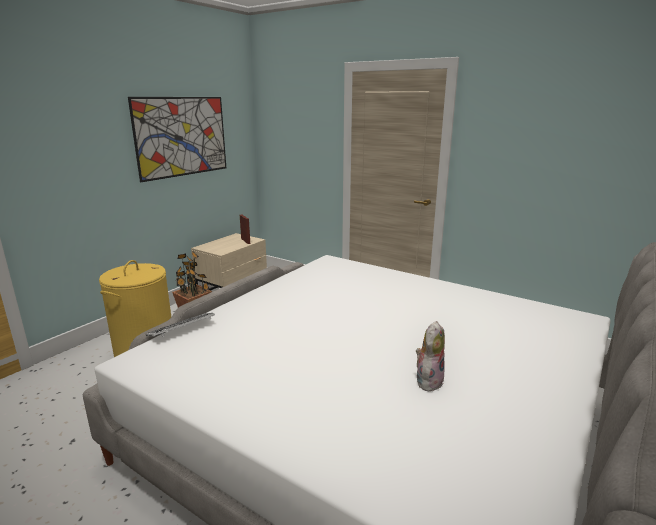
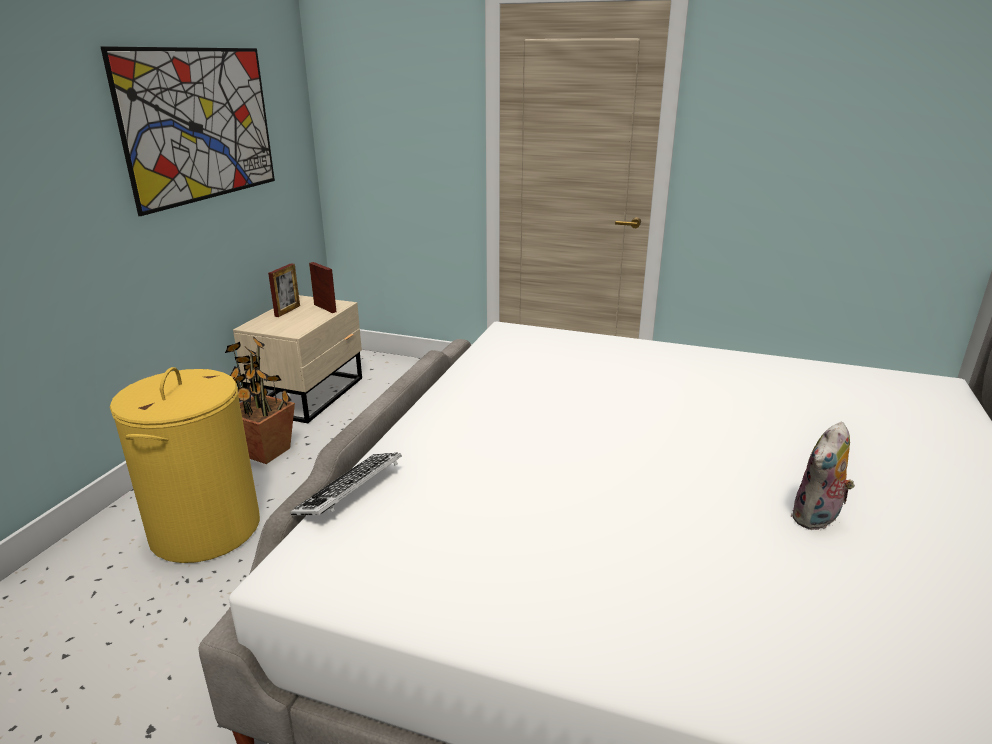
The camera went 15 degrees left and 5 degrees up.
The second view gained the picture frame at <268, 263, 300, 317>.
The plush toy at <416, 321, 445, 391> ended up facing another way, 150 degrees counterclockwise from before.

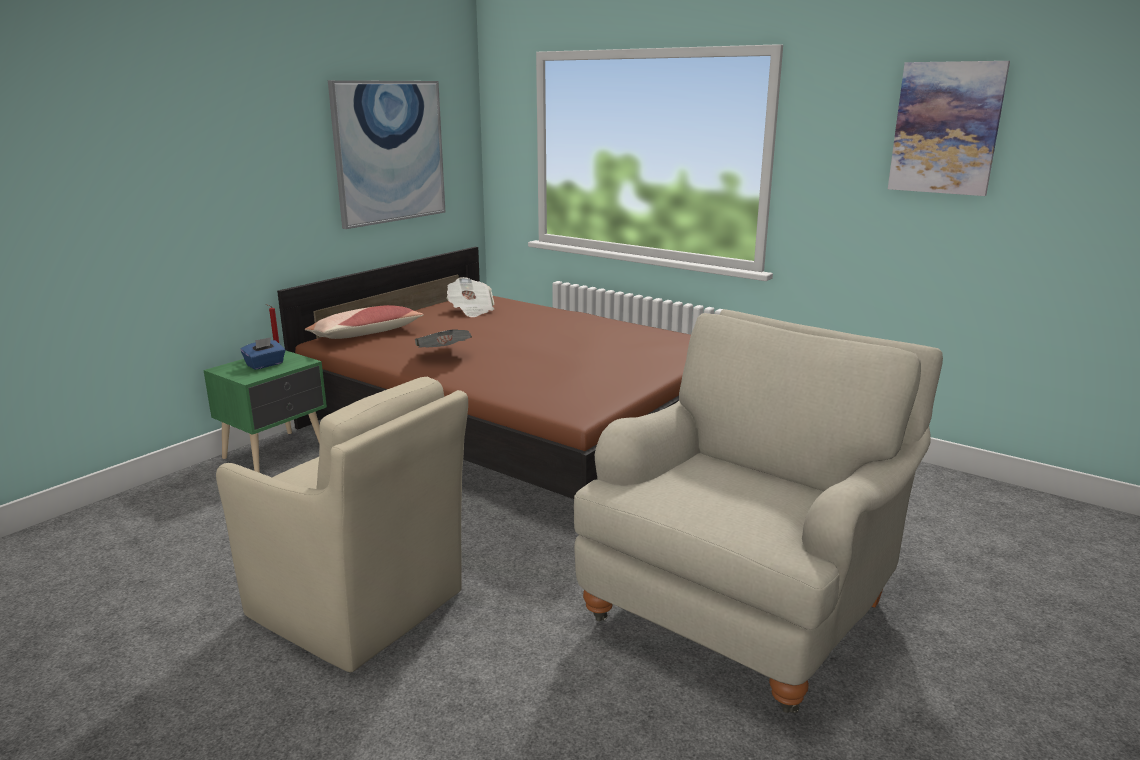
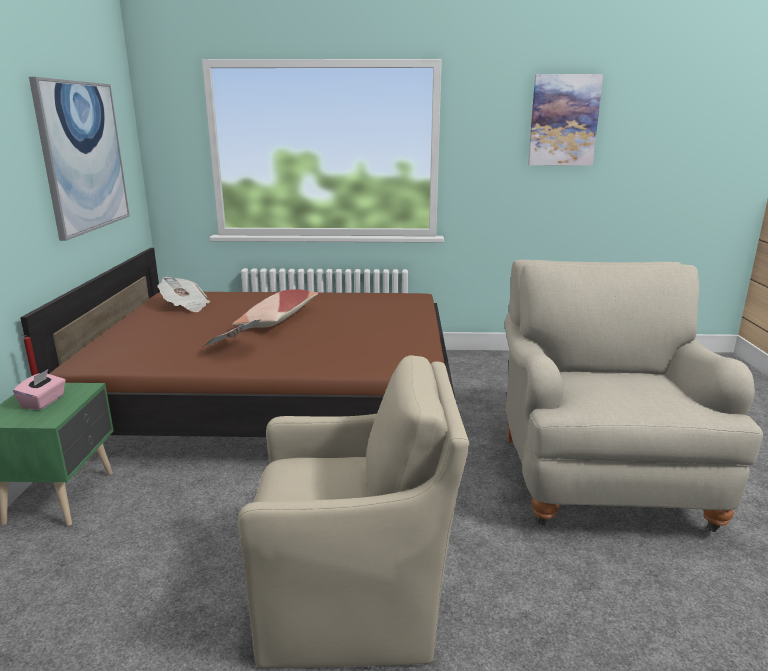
The camera went 35 degrees left and 0 degrees up.
What was the blue tissue box at <241, 337, 285, 370> turned into the pink tissue box at <13, 369, 66, 410>.
The pillow ended up elsewhere, having gone from <305, 305, 424, 339> to <233, 289, 318, 328>.

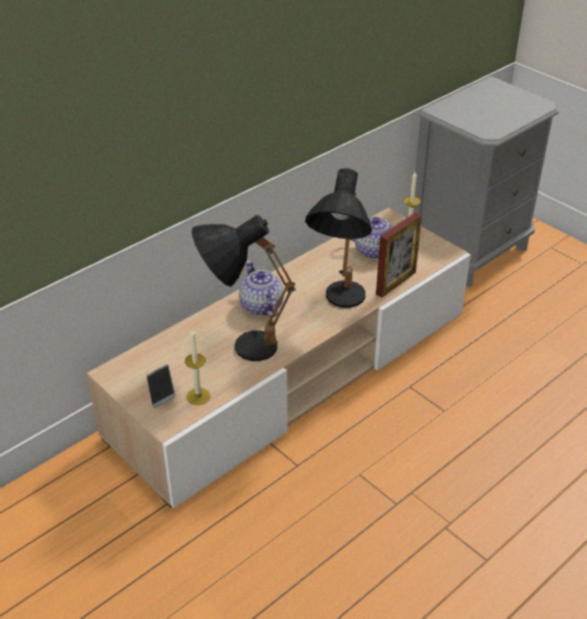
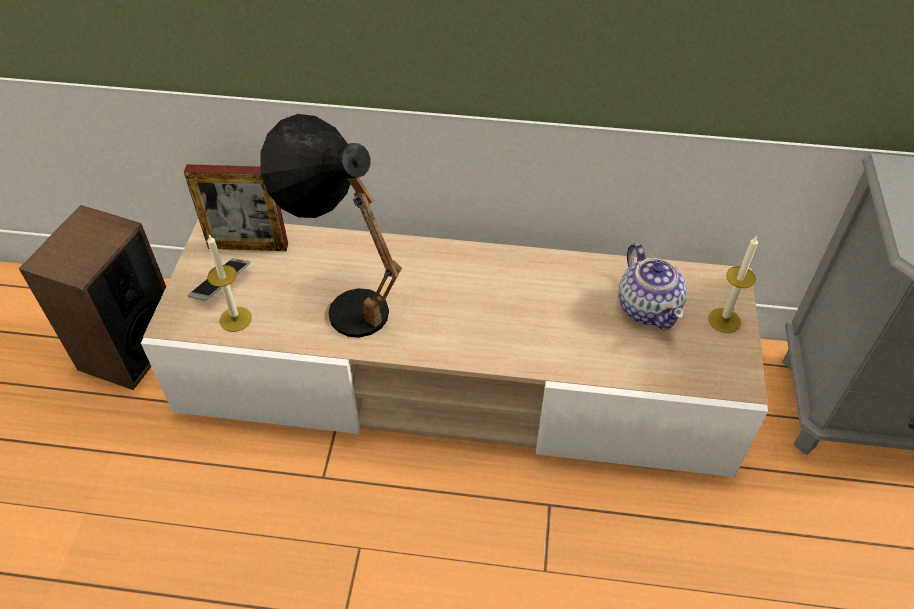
The camera went 50 degrees right and 10 degrees up.
The second view gained the speaker at <19, 205, 166, 390>.
The picture frame ended up elsewhere, having gone from <376, 212, 422, 298> to <184, 164, 288, 251>.
The second view lost the teapot at <239, 260, 284, 318>.
The second view lost the black table lamp at <305, 168, 372, 308>.

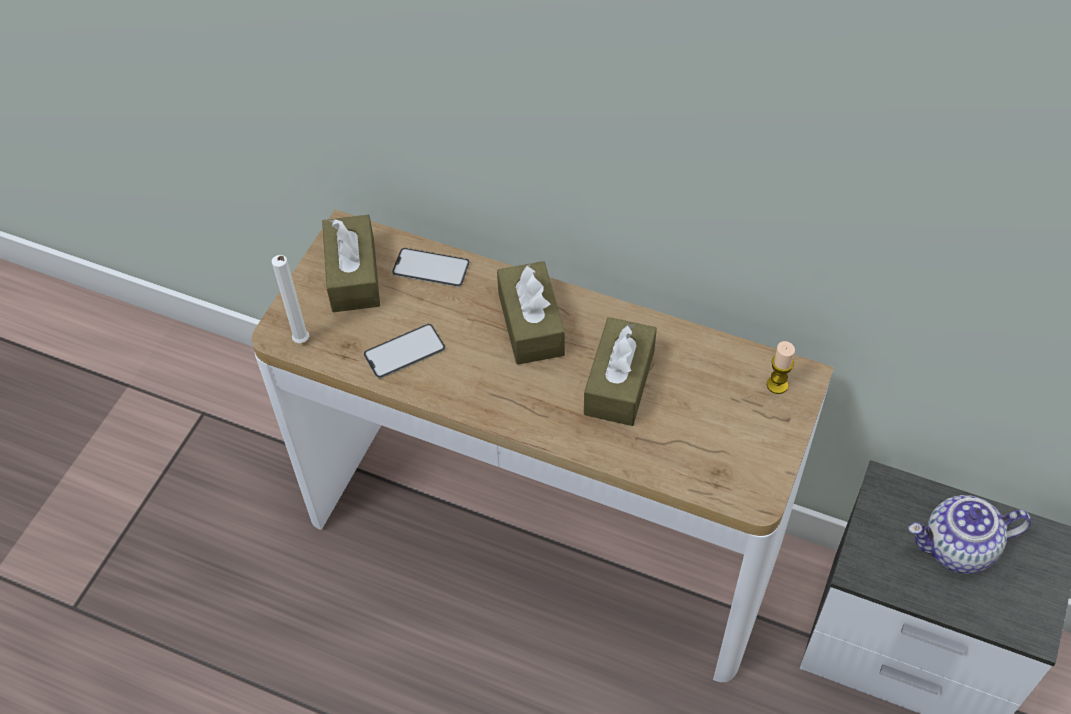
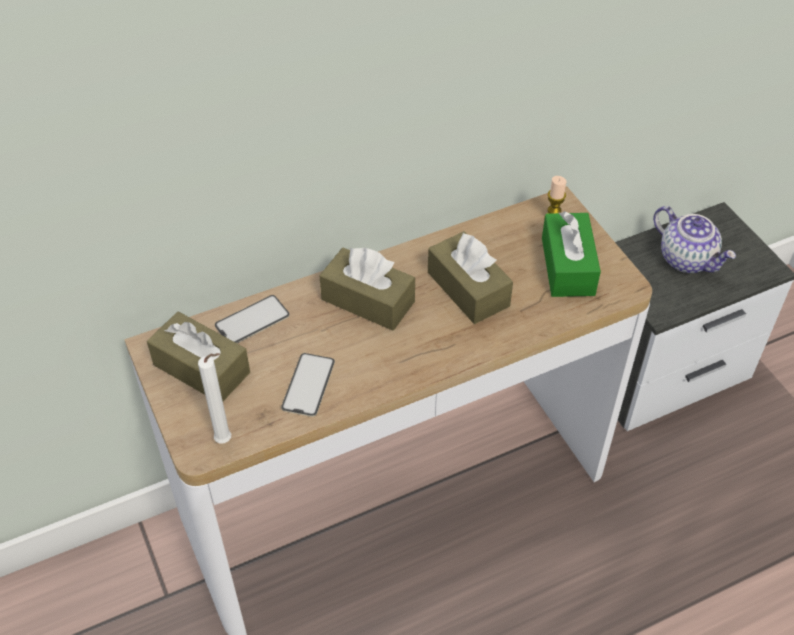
The camera went 50 degrees left and 5 degrees down.
The second view gained the green tissue box at <542, 211, 601, 297>.
The teapot at <908, 495, 1031, 574> ended up facing another way, 75 degrees counterclockwise from before.

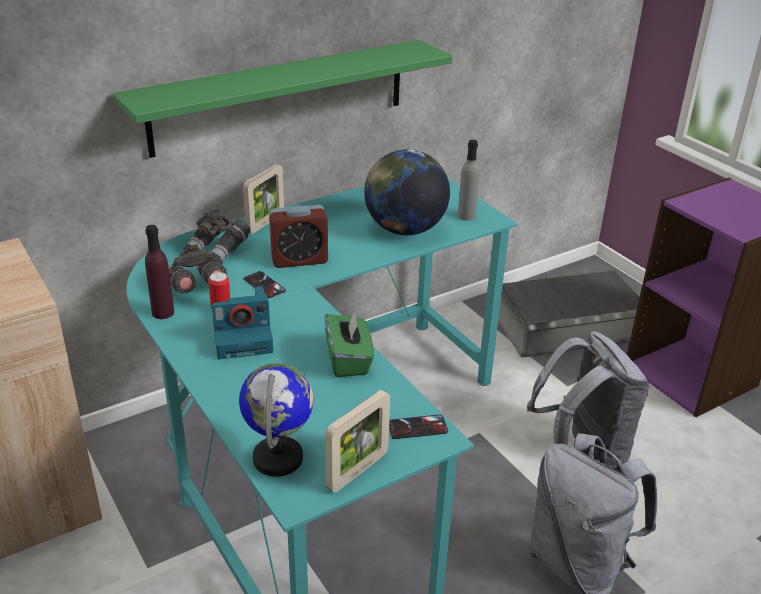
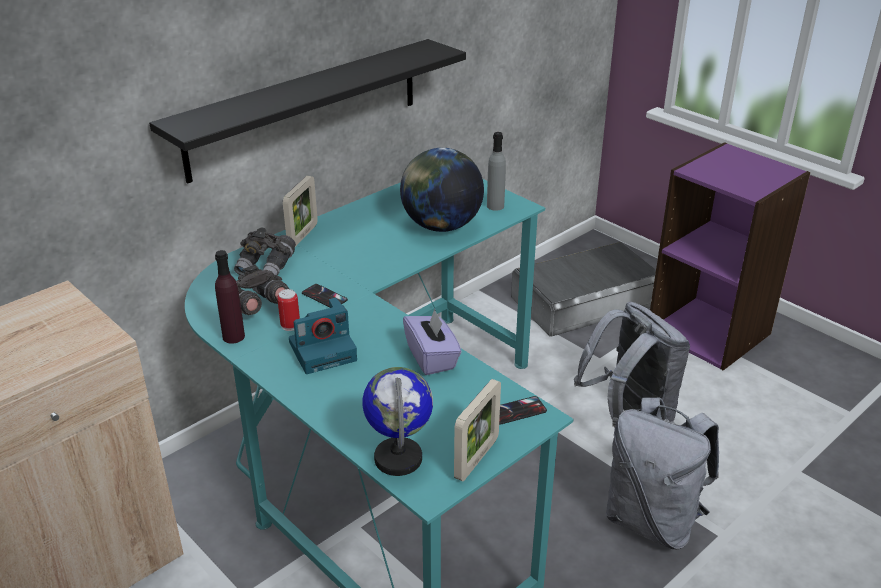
The camera went 10 degrees left and 0 degrees up.
What was the green shelf at <113, 40, 452, 158> turned into the black shelf at <149, 39, 466, 184>.
What was the green tissue box at <325, 309, 374, 377> turned into the purple tissue box at <403, 309, 461, 375>.
The second view lost the alarm clock at <269, 205, 328, 268>.

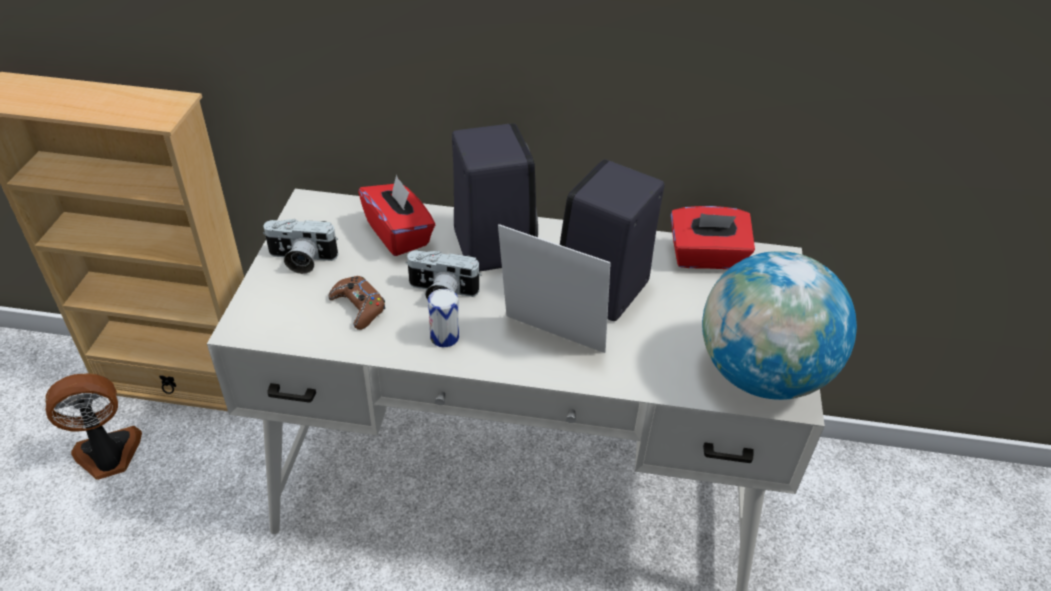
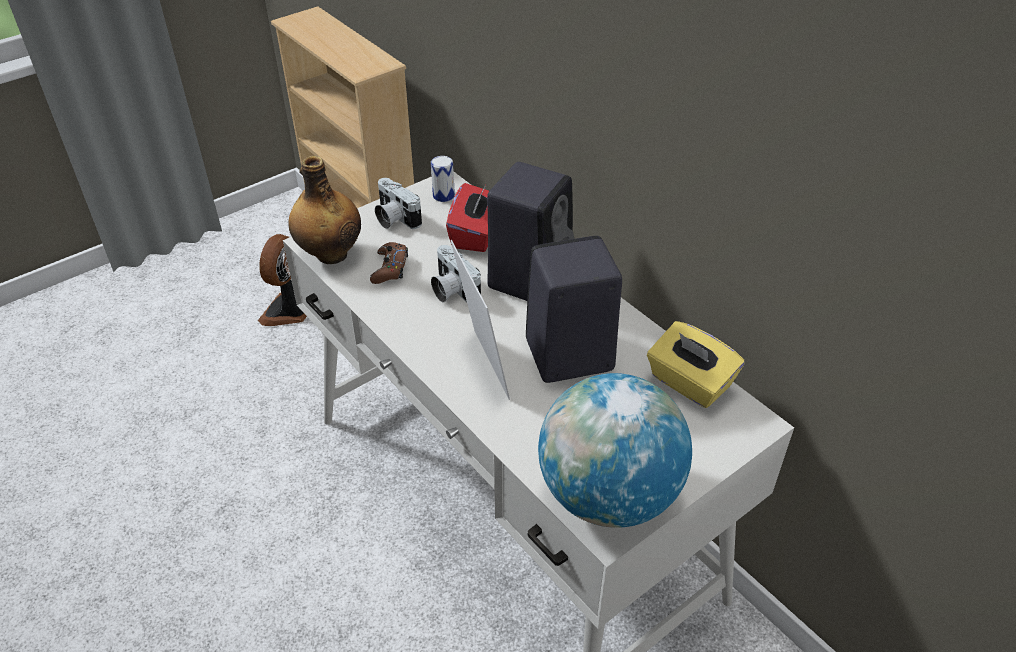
The camera went 45 degrees right and 0 degrees up.
The fan at <45, 373, 142, 480> ended up facing another way, 90 degrees counterclockwise from before.
The second view gained the bottle at <288, 156, 361, 264>.
The can ended up elsewhere, having gone from <428, 289, 459, 347> to <431, 156, 455, 202>.
What was the red tissue box at <671, 206, 755, 269> turned into the yellow tissue box at <647, 321, 745, 408>.

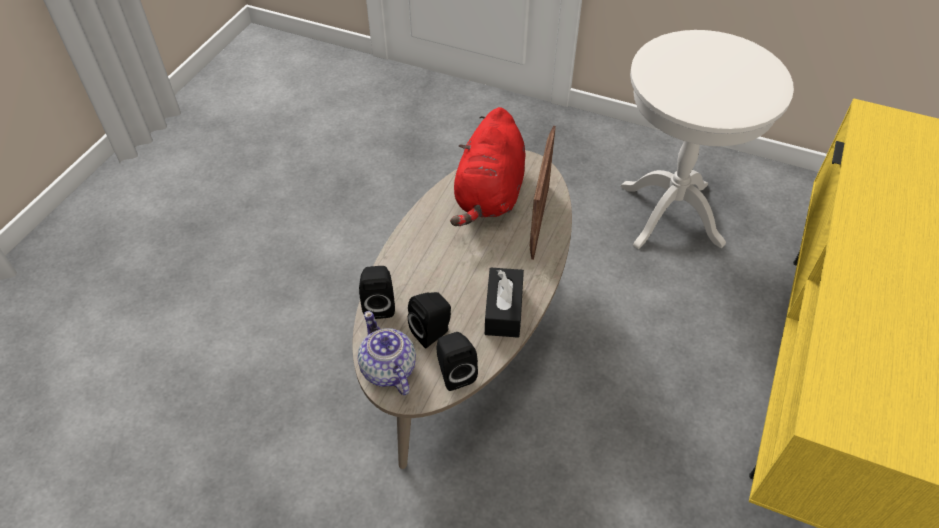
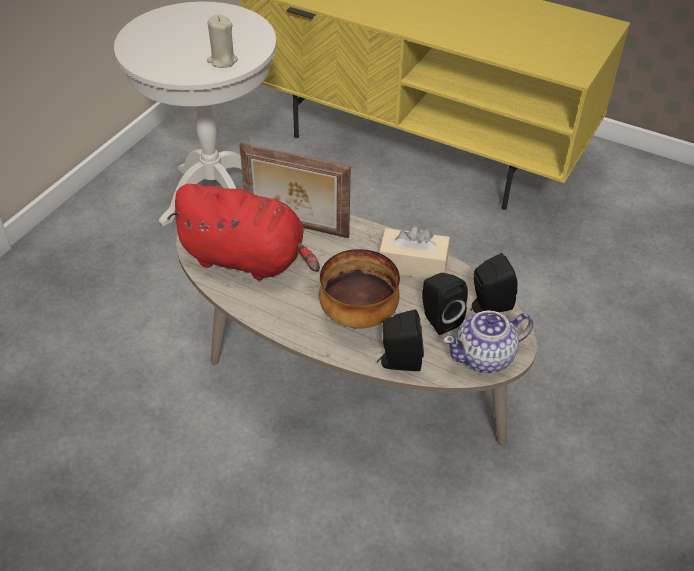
The camera went 85 degrees left and 5 degrees down.
The second view gained the beige candle at <207, 14, 238, 68>.
The second view gained the bowl at <319, 249, 400, 329>.
What was the black tissue box at <485, 268, 524, 338> turned into the beige tissue box at <379, 224, 450, 278>.

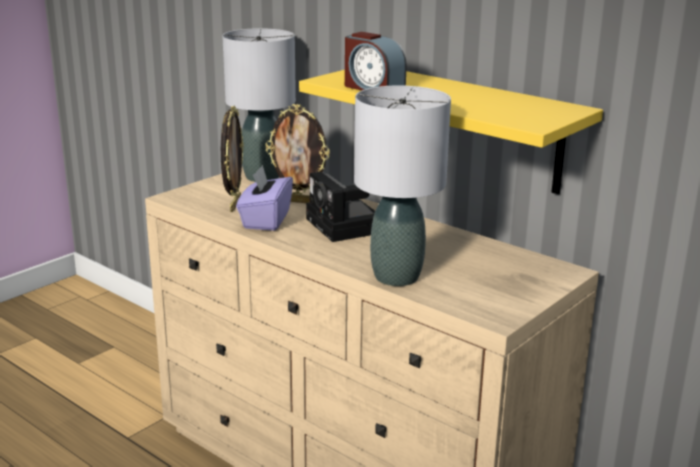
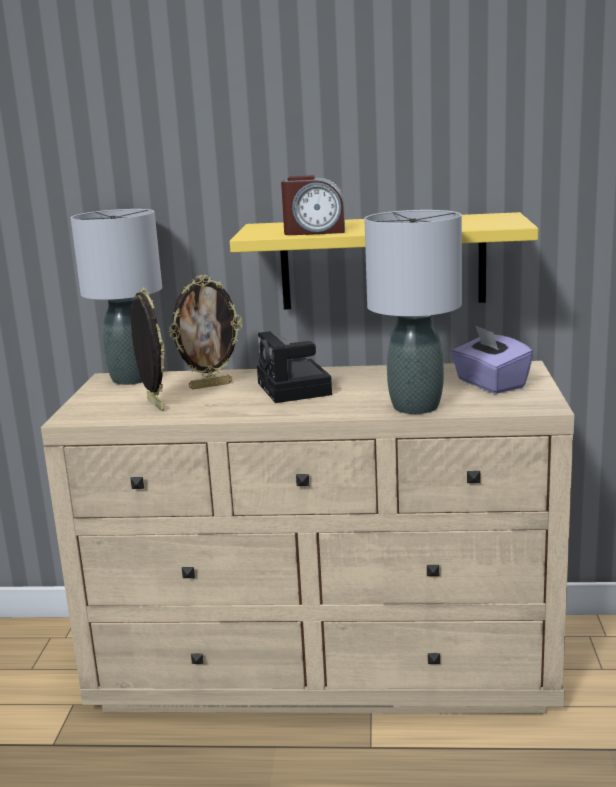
The camera went 35 degrees left and 5 degrees down.
The photo camera at <306, 172, 375, 242> ended up facing another way, 45 degrees clockwise from before.
The purple tissue box ended up elsewhere, having gone from <236, 165, 293, 231> to <451, 325, 533, 394>.

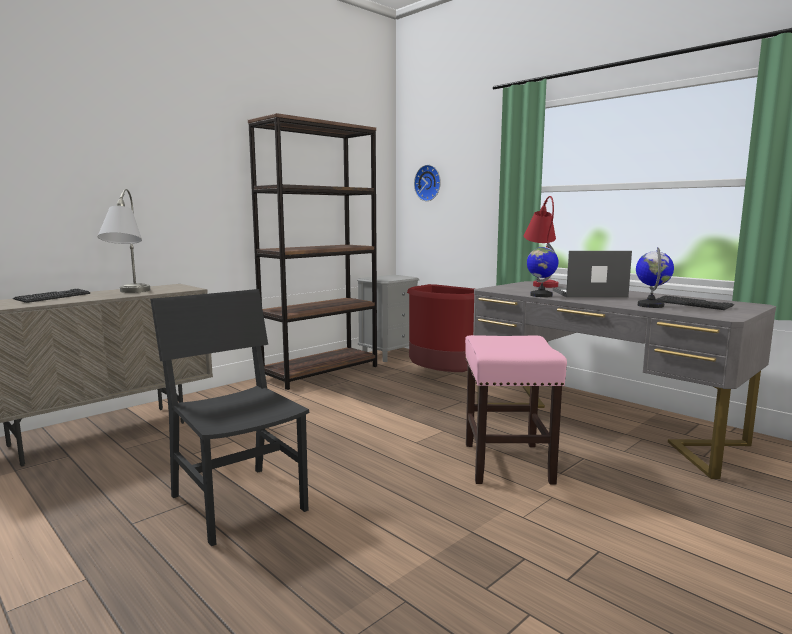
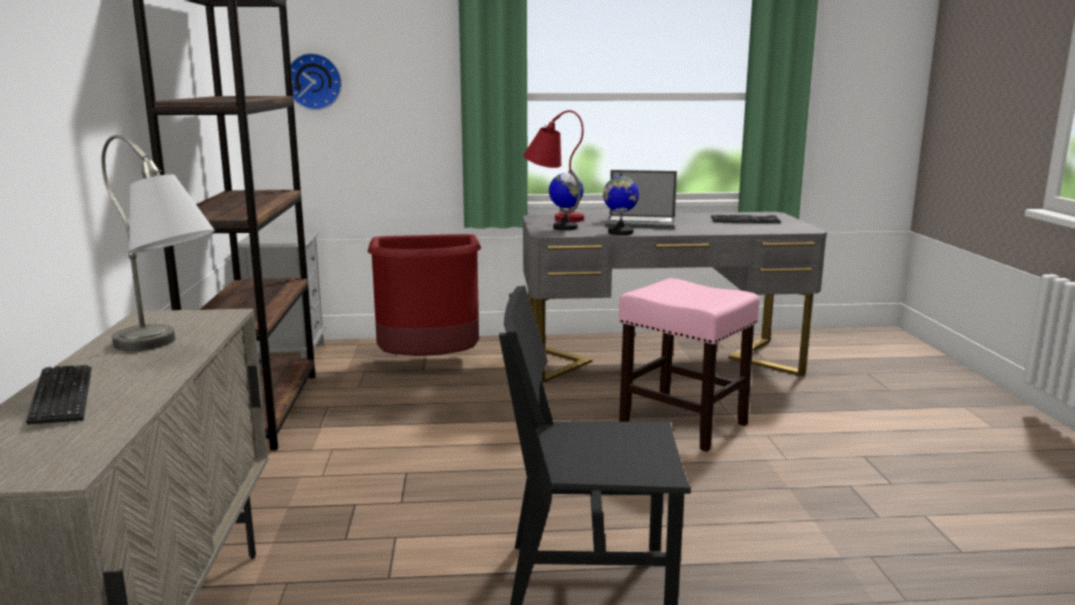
The camera went 50 degrees left and 5 degrees up.
The globe ended up elsewhere, having gone from <636, 247, 674, 308> to <549, 169, 584, 230>.
The laptop at <553, 251, 632, 297> ended up facing another way, 120 degrees counterclockwise from before.

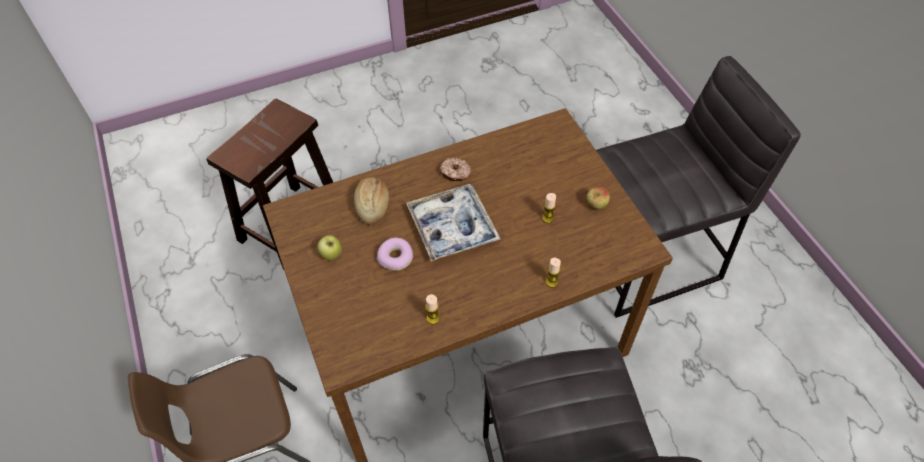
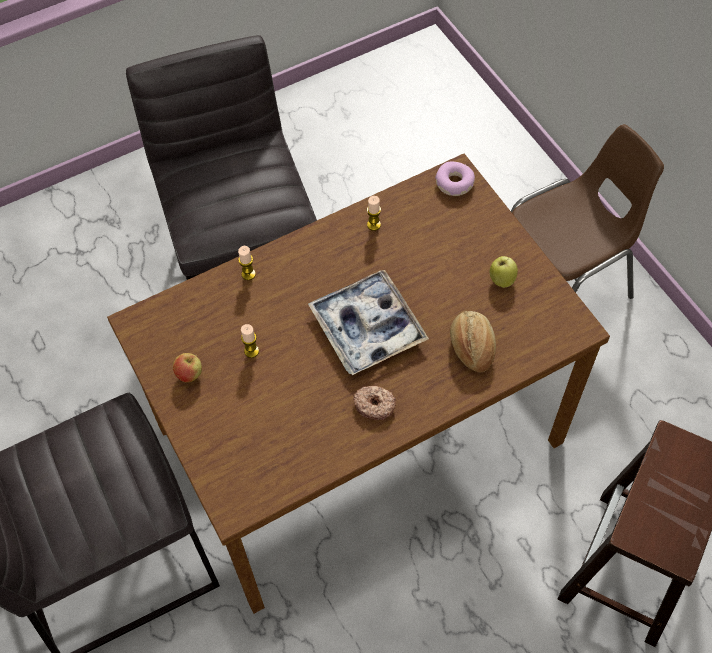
The camera went 175 degrees right and 5 degrees up.
The donut ended up elsewhere, having gone from <377, 238, 413, 271> to <435, 162, 475, 196>.

